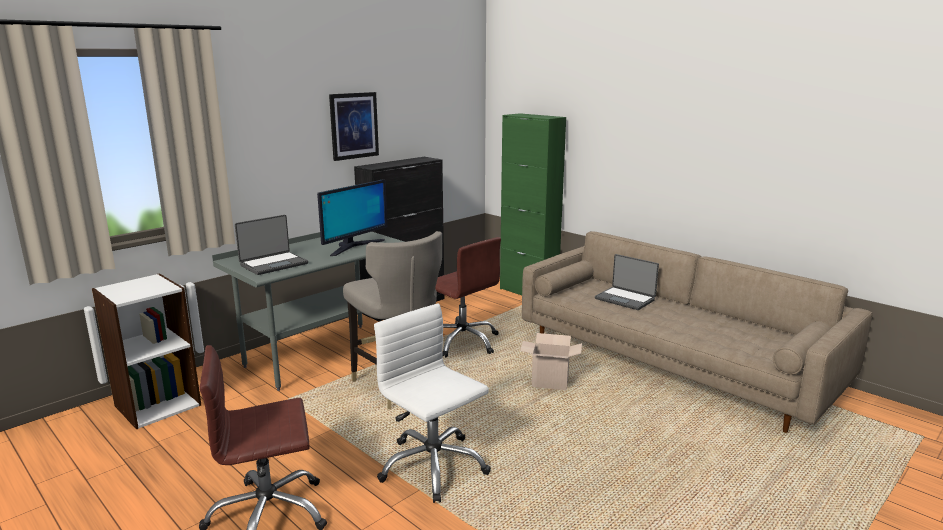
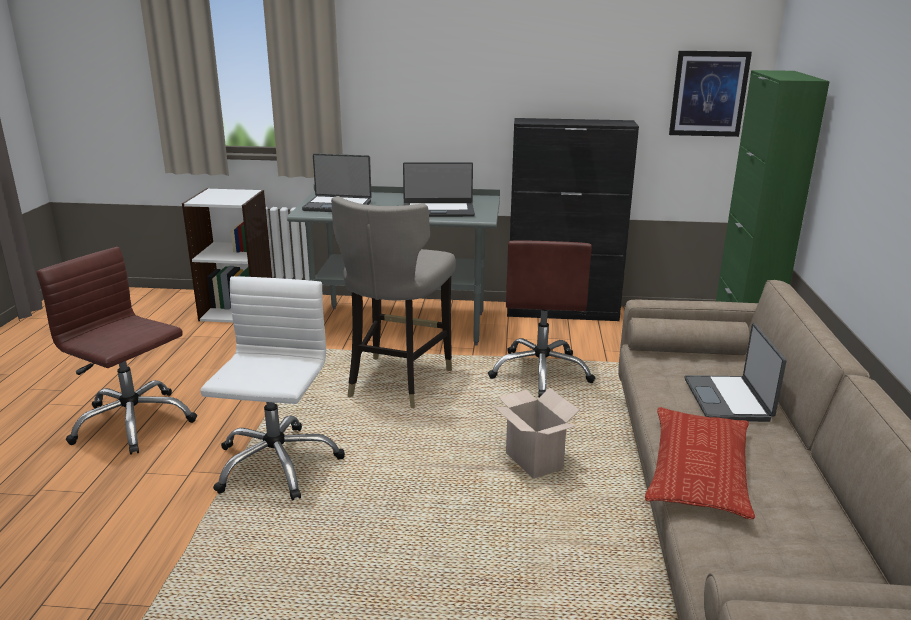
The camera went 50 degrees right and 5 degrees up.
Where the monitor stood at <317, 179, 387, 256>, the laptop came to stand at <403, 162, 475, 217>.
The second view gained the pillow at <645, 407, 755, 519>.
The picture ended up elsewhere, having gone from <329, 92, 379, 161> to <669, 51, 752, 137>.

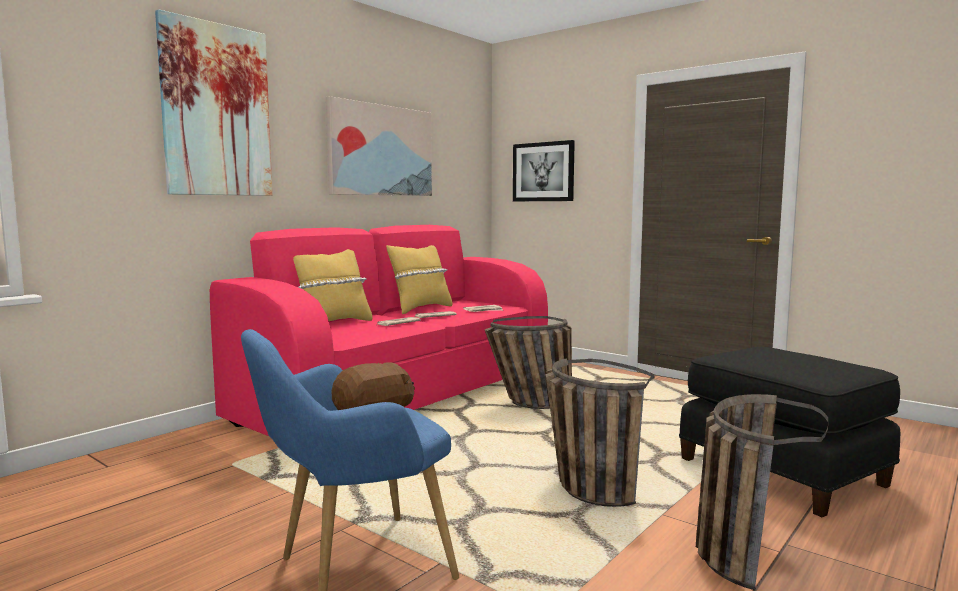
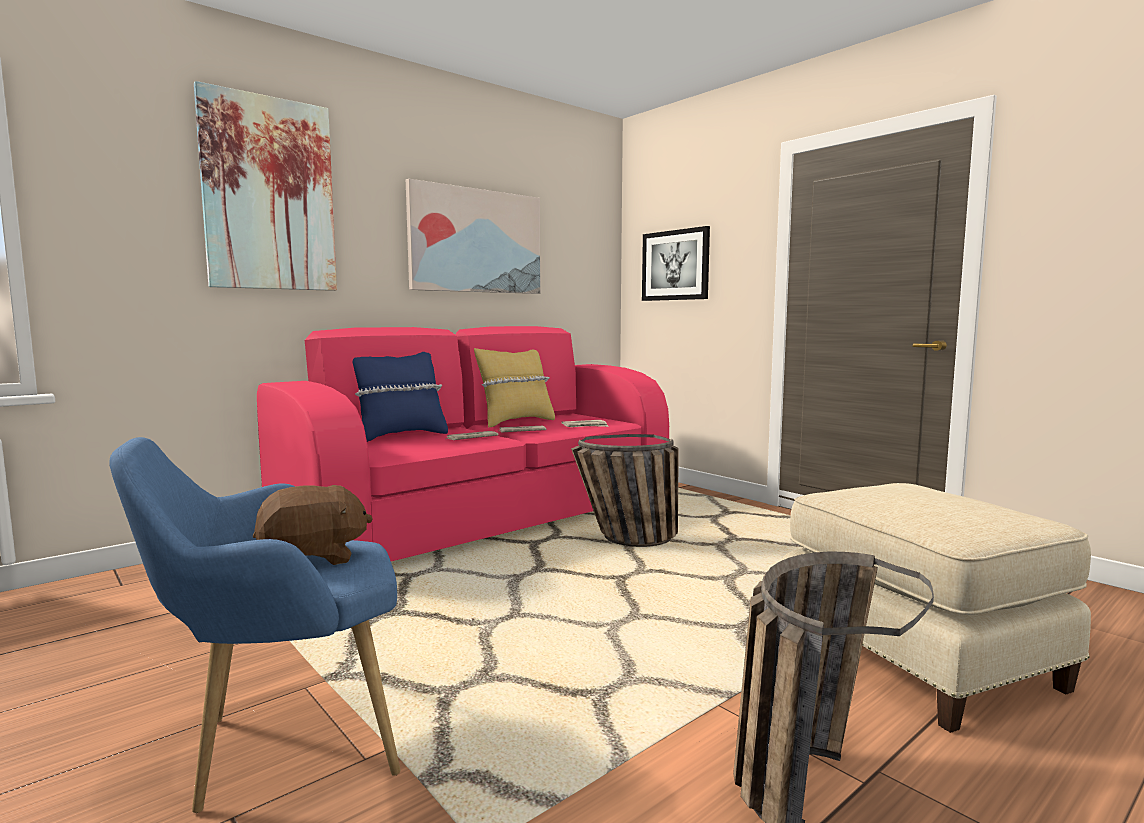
The camera went 10 degrees right and 0 degrees up.
What was the yellow pillow at <293, 249, 373, 321> turned into the blue pillow at <352, 352, 448, 442>.
What was the black ottoman at <679, 347, 900, 517> turned into the beige ottoman at <782, 483, 1091, 733>.
The second view lost the basket at <545, 358, 655, 507>.

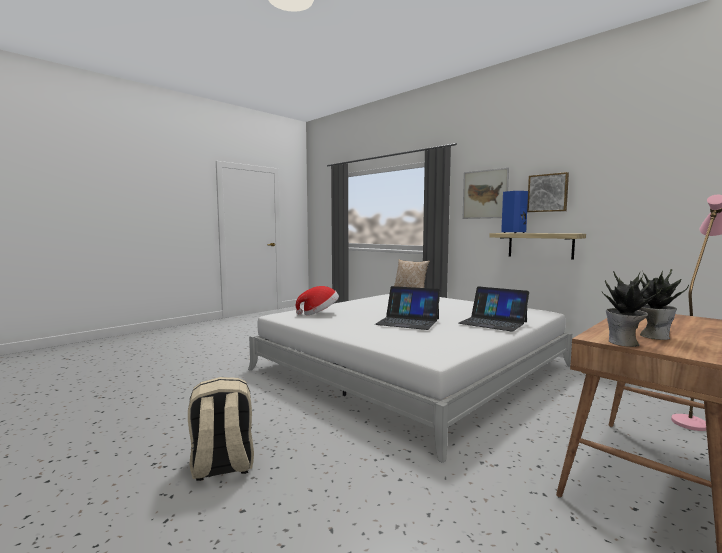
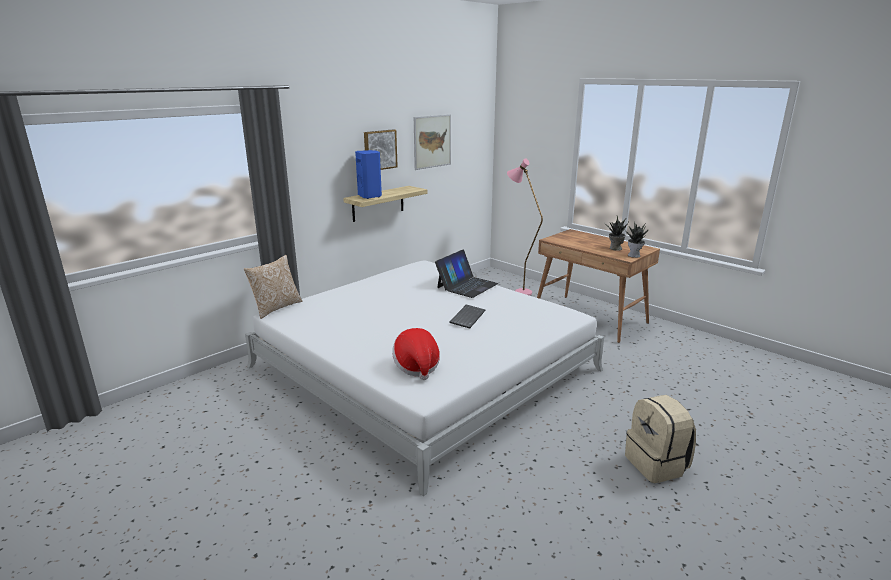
The camera went 90 degrees left and 15 degrees up.
The picture ended up elsewhere, having gone from <463, 168, 509, 219> to <414, 114, 451, 170>.
Where the laptop stood at <375, 286, 440, 330>, the keyboard came to stand at <449, 304, 485, 329>.

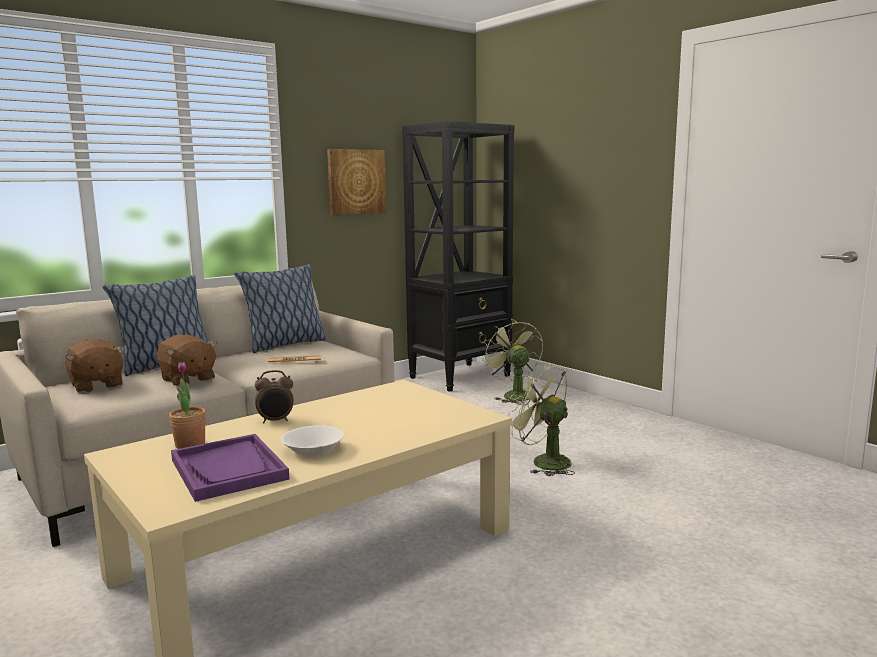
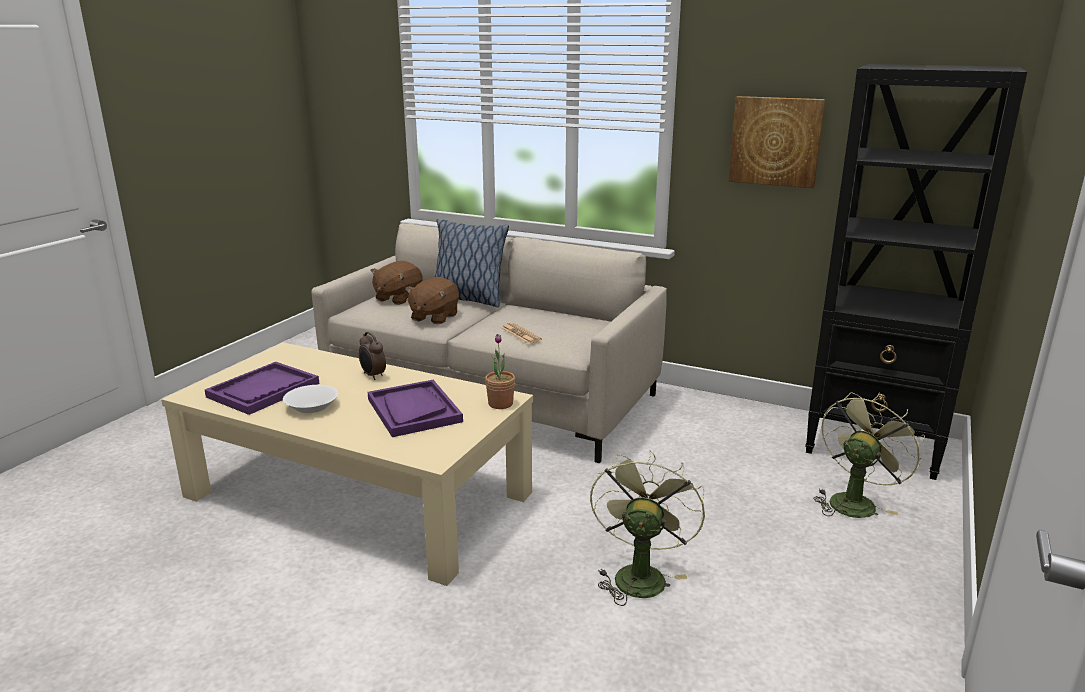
The camera went 65 degrees right and 10 degrees up.
The second view gained the purple tray at <368, 380, 463, 437>.
The potted plant ended up elsewhere, having gone from <169, 362, 206, 449> to <485, 334, 515, 409>.
The second view lost the pillow at <234, 264, 327, 353>.

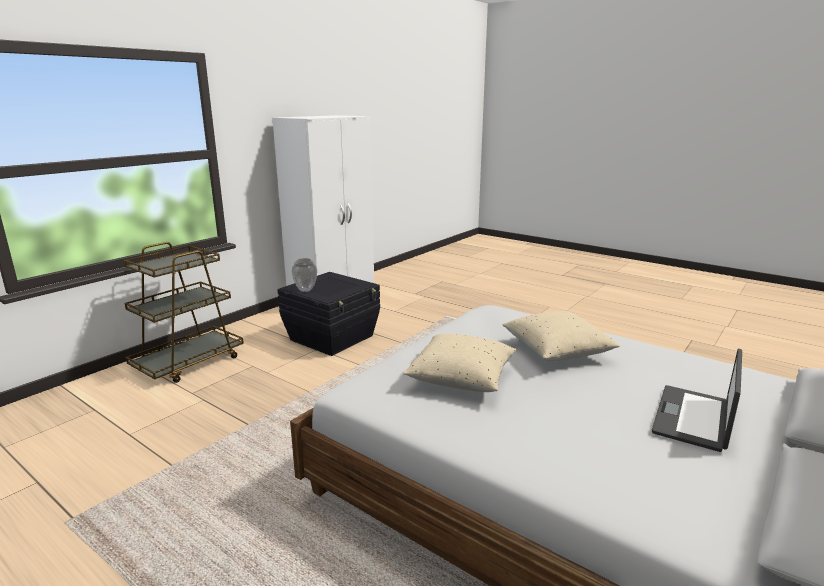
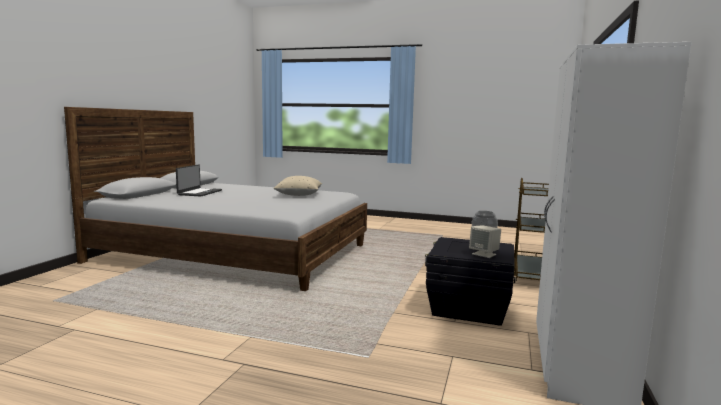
The camera went 160 degrees right and 10 degrees down.
The second view gained the beige speaker at <469, 225, 501, 258>.
The second view lost the beige pillow at <503, 311, 620, 361>.

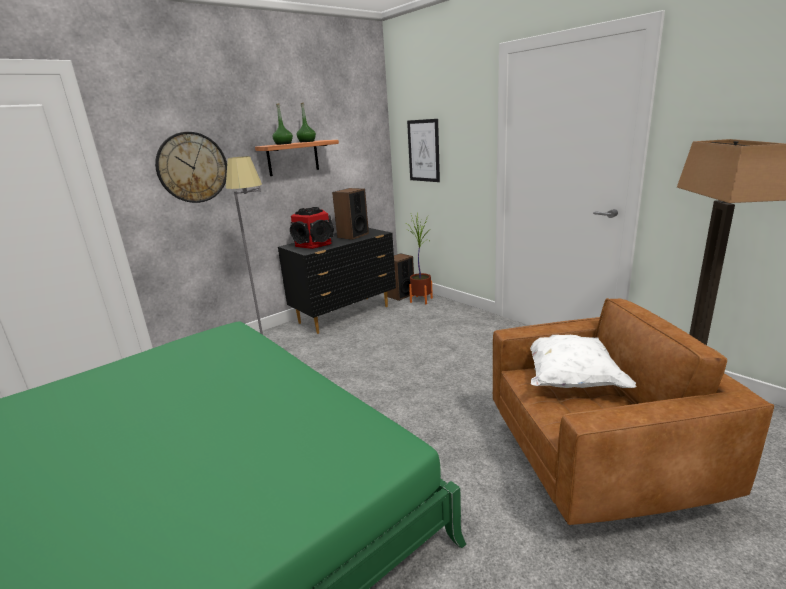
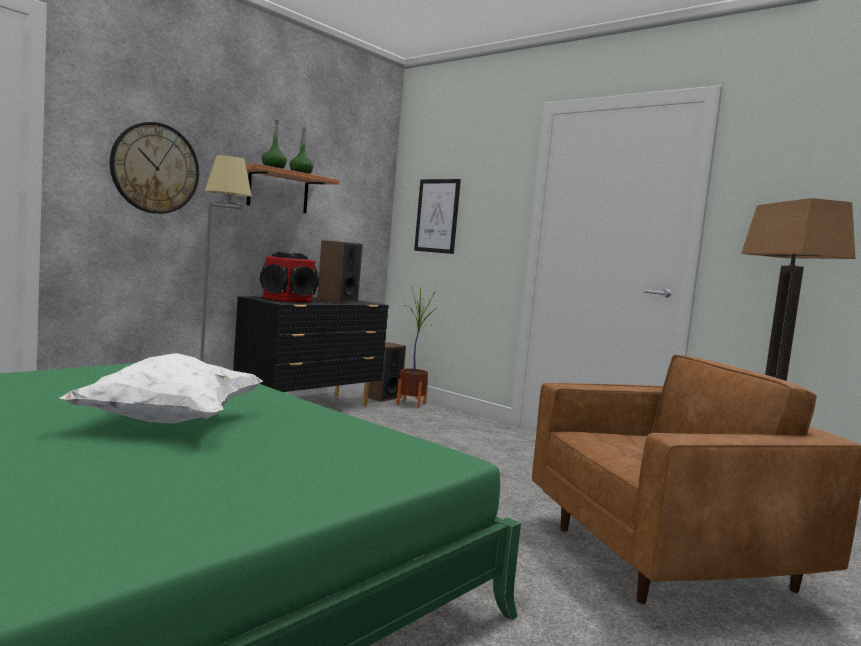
The camera went 10 degrees left and 15 degrees down.
The white pillow ended up elsewhere, having gone from <530, 335, 636, 388> to <59, 353, 263, 423>.

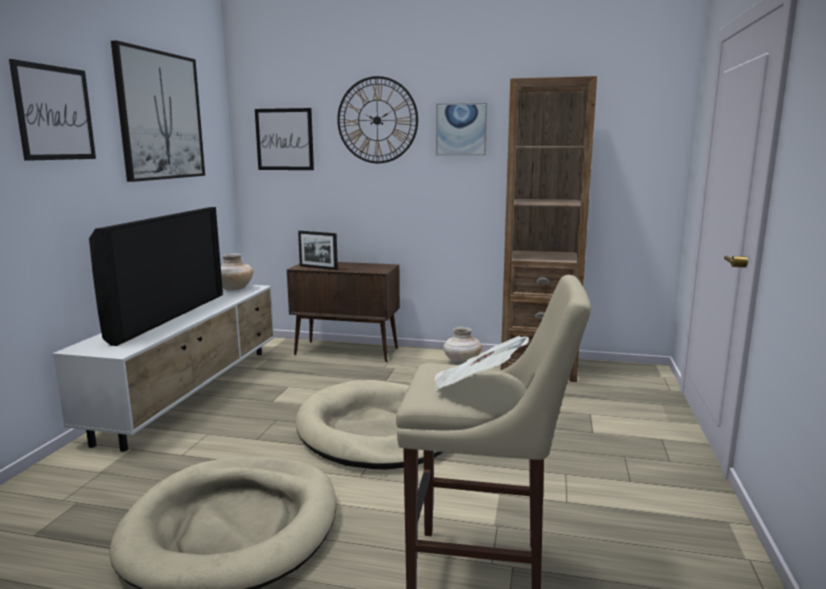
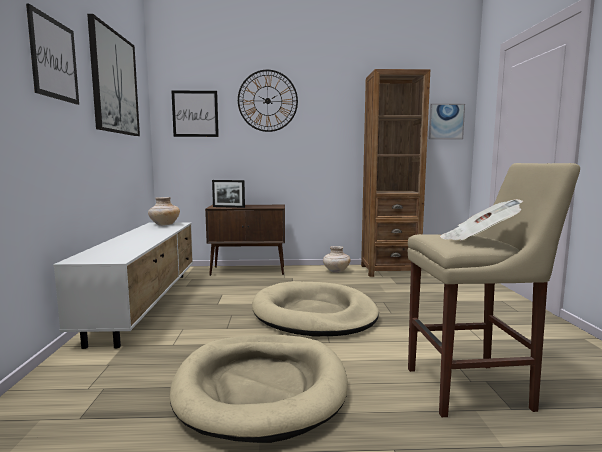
The camera went 15 degrees left and 5 degrees down.
The picture ended up elsewhere, having gone from <436, 103, 487, 156> to <429, 104, 465, 139>.
The second view lost the television at <89, 207, 223, 346>.

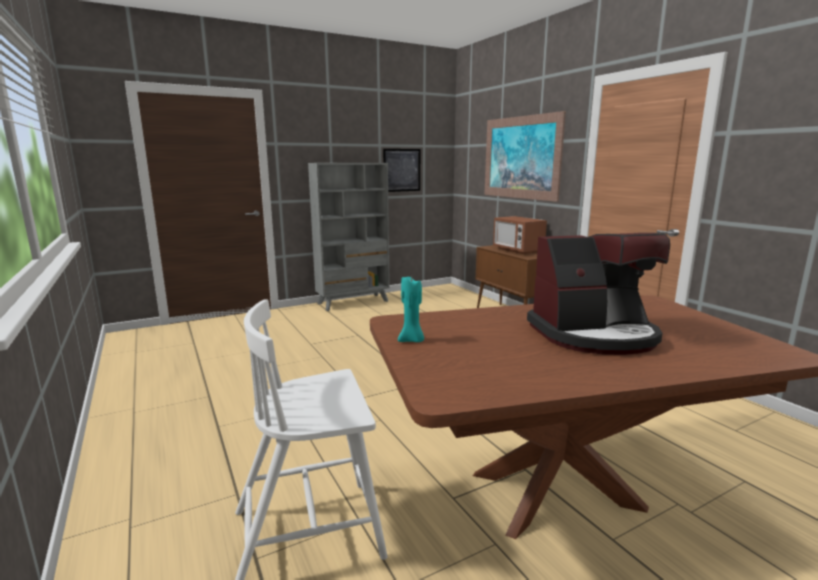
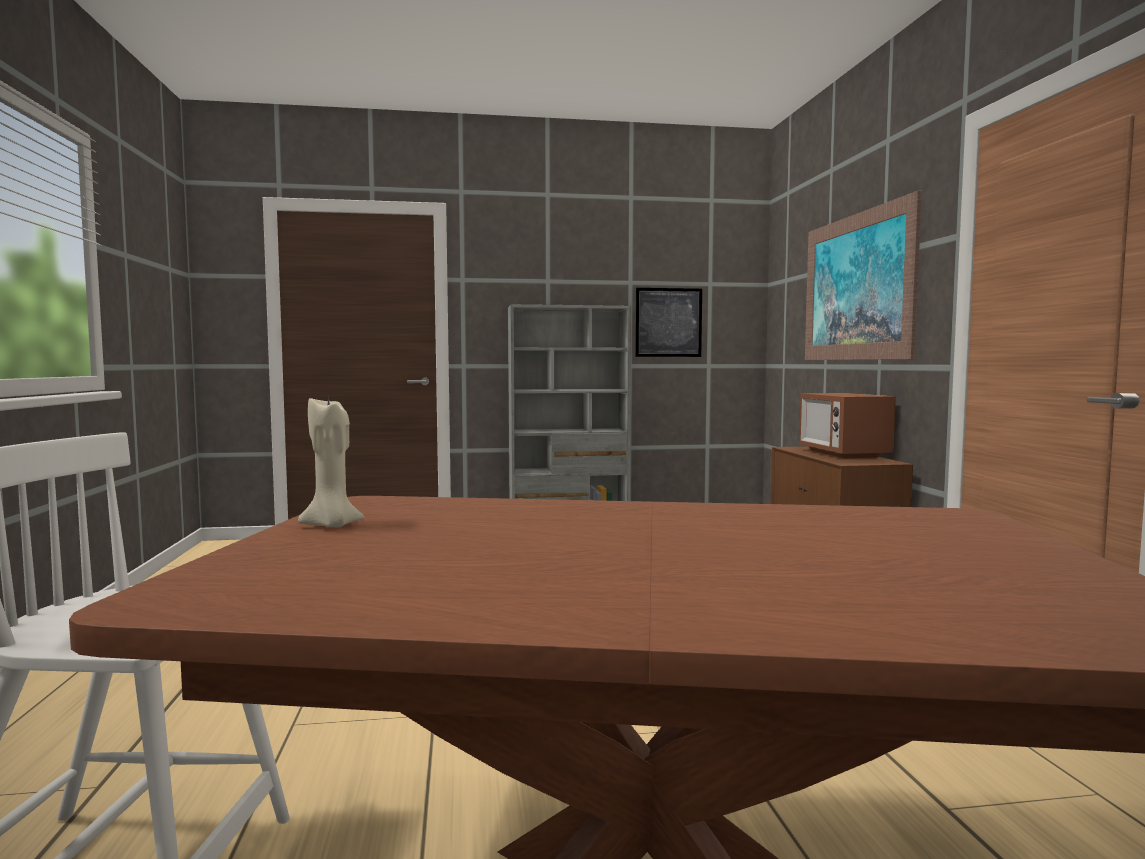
The camera went 20 degrees right and 10 degrees down.
What was the turquoise candle at <398, 277, 424, 342> turned into the beige candle at <298, 394, 364, 528>.
The second view lost the coffee machine at <527, 233, 670, 355>.

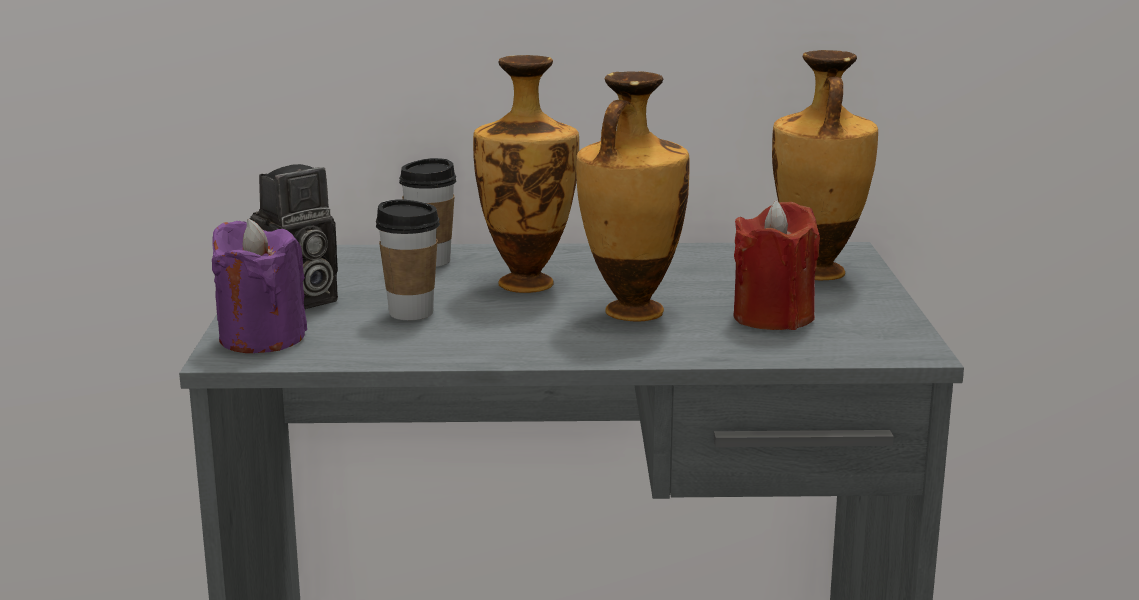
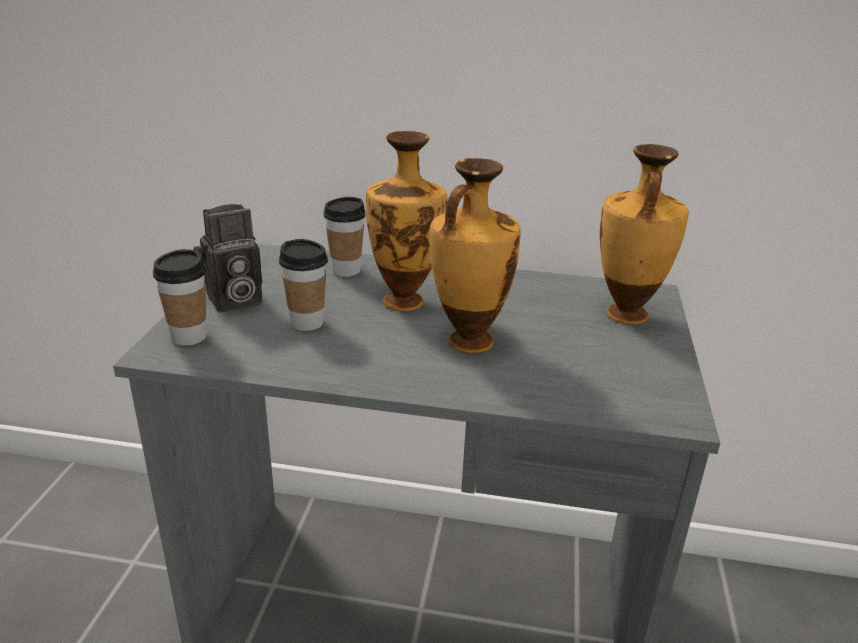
The camera went 10 degrees right and 10 degrees up.
Where the purple candle stood at <212, 219, 307, 353>, the cup came to stand at <153, 249, 207, 345>.
The second view lost the red candle at <733, 200, 820, 330>.

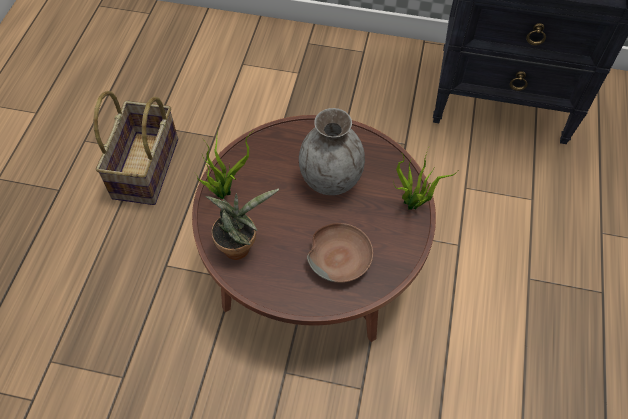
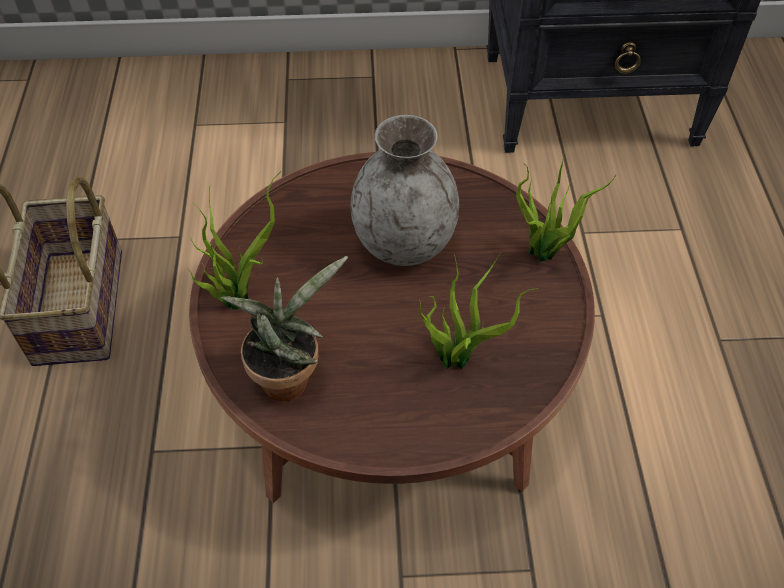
The camera went 15 degrees left and 5 degrees down.
Where the brown bowl stood at <307, 223, 373, 283>, the potted plant came to stand at <420, 252, 538, 369>.

